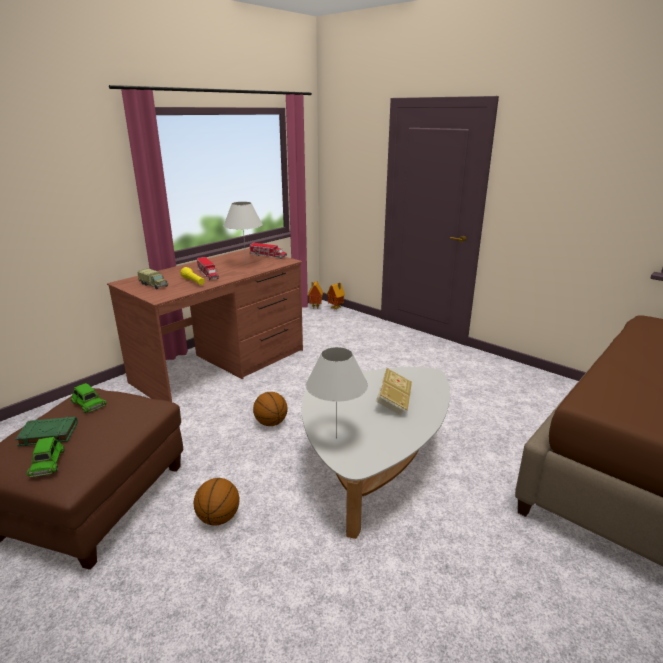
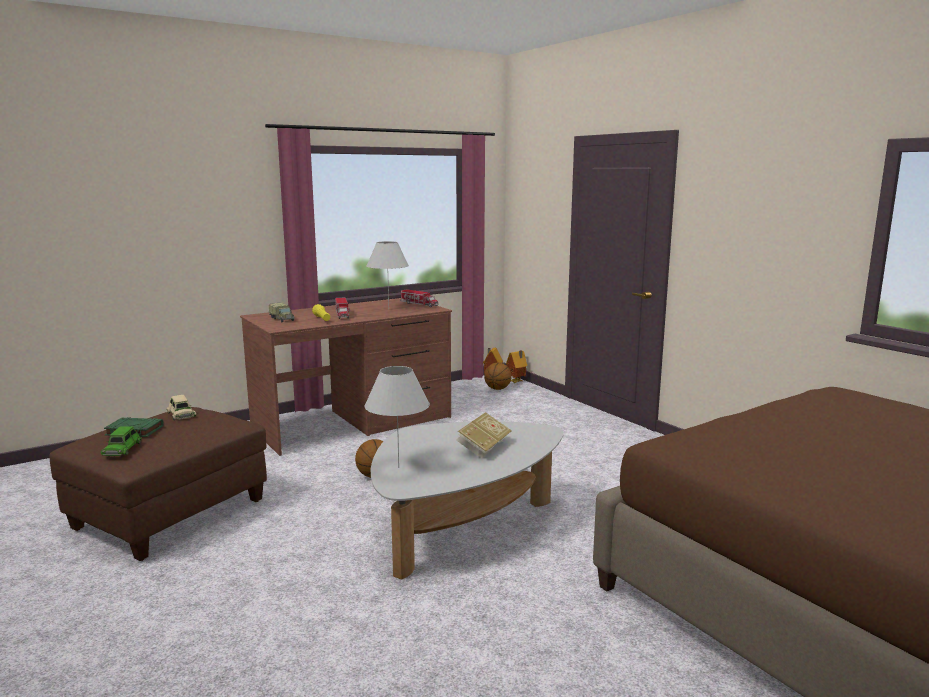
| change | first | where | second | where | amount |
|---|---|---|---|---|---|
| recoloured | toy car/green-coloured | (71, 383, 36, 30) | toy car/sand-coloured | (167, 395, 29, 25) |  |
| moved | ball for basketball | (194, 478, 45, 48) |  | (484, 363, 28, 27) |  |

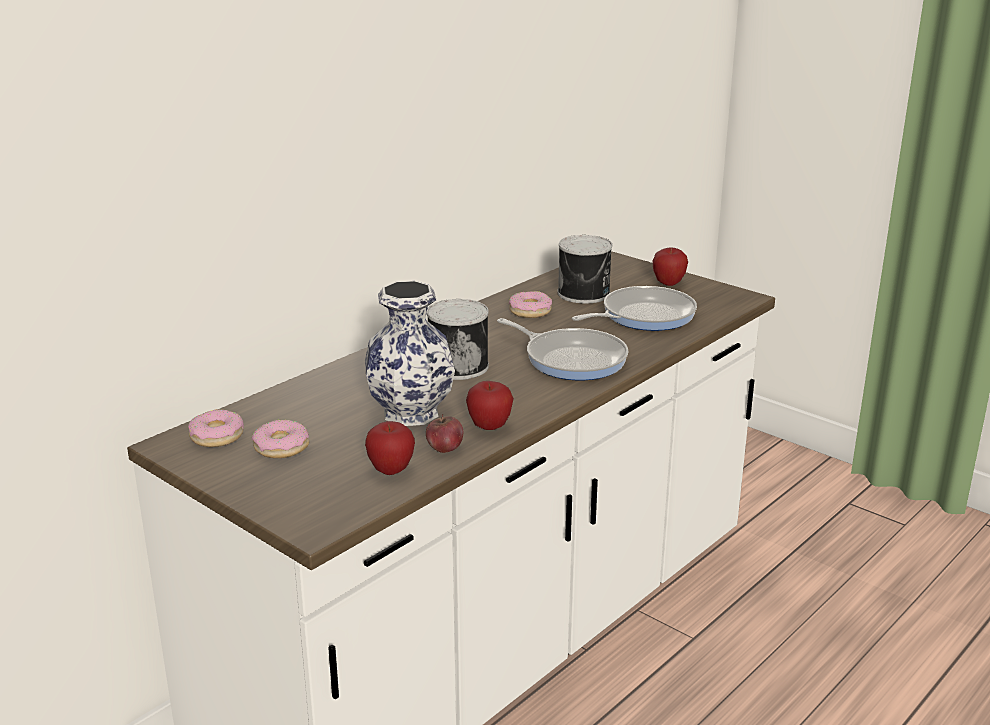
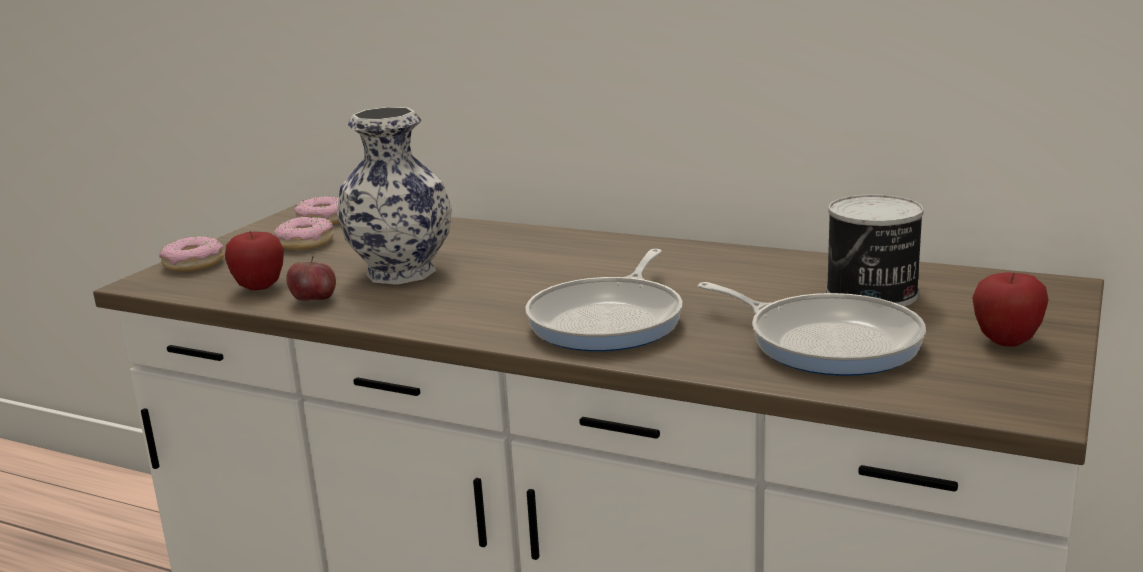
| change | first | where | second | where | amount |
|---|---|---|---|---|---|
| removed | sealed can | (427, 299, 62, 81) |  |  |  |
| removed | apple fruit | (466, 381, 48, 49) |  |  |  |
| moved | donut | (509, 291, 43, 27) |  | (159, 236, 66, 36) |  |

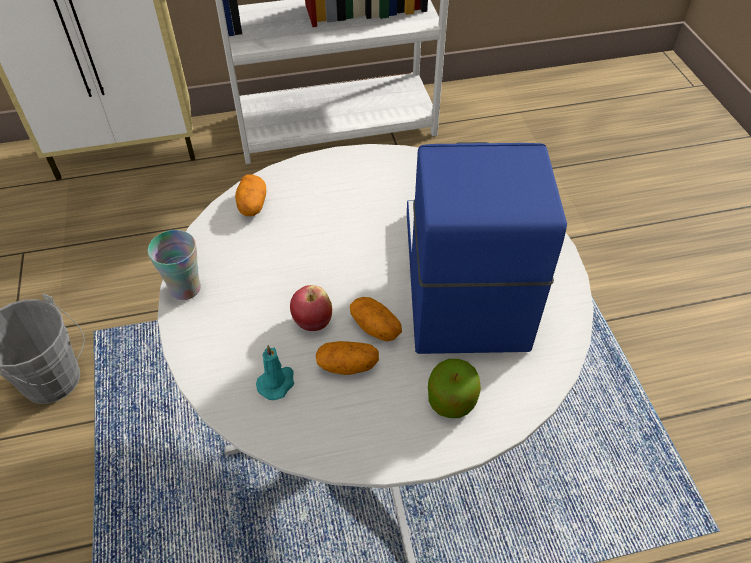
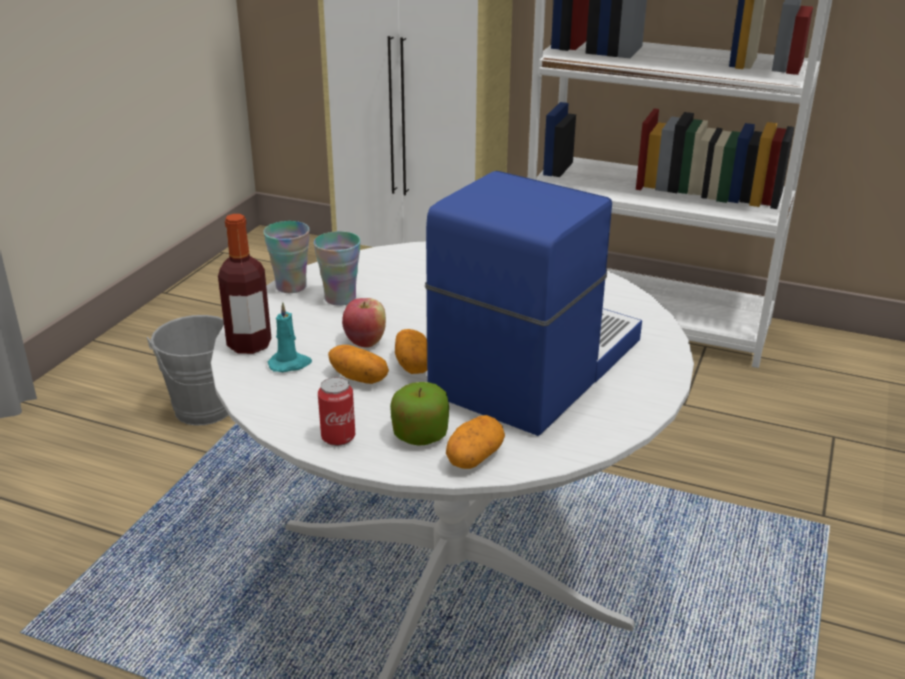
| change | first | where | second | where | amount |
|---|---|---|---|---|---|
| moved | potato | (235, 175, 31, 41) |  | (446, 415, 59, 54) |  |
| added |  |  | drink bottle | (218, 214, 53, 140) |  |
| added |  |  | small cup | (314, 231, 47, 75) |  |
| added |  |  | sealed can | (318, 377, 37, 69) |  |

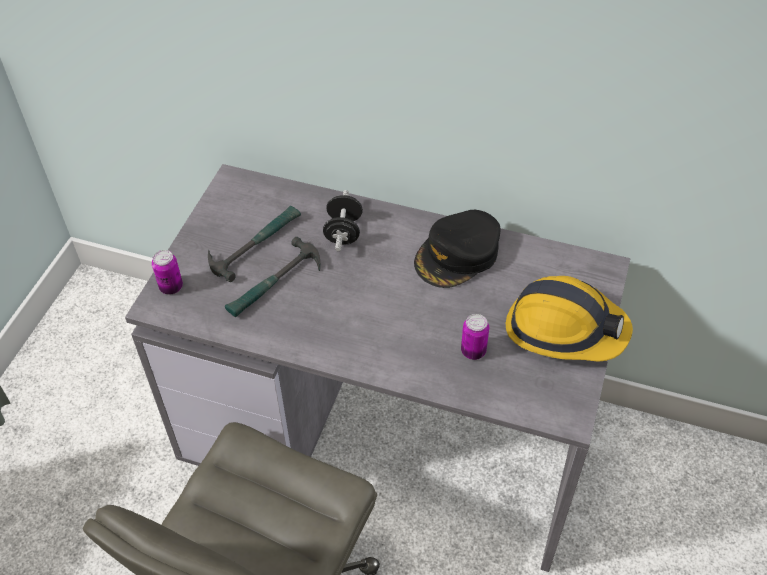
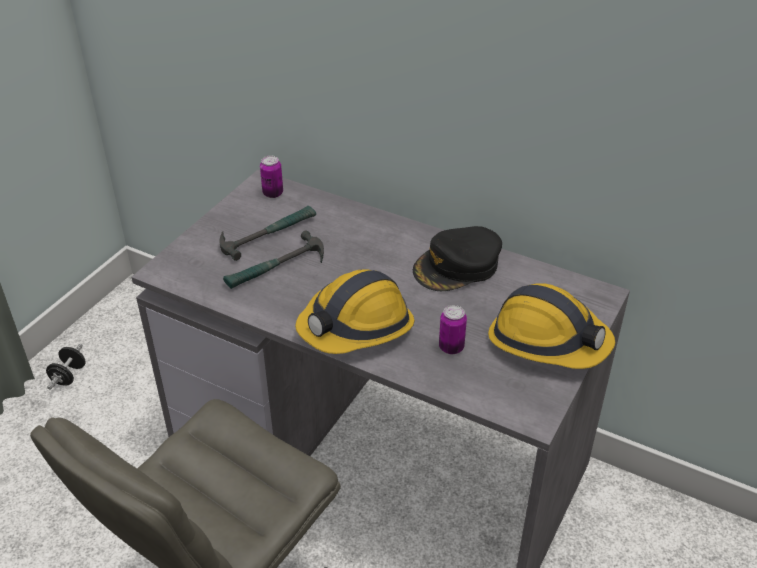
| change | first | where | second | where | amount |
|---|---|---|---|---|---|
| moved | sealed can | (152, 250, 31, 45) |  | (260, 156, 23, 42) |  |
| moved | hand weight/black | (323, 190, 40, 61) |  | (46, 344, 40, 46) |  |
| added |  |  | hard hat | (295, 269, 120, 85) |  |

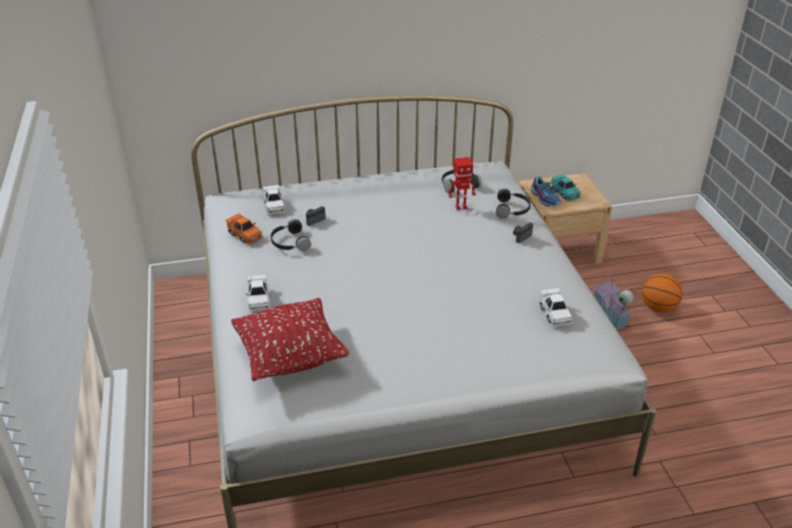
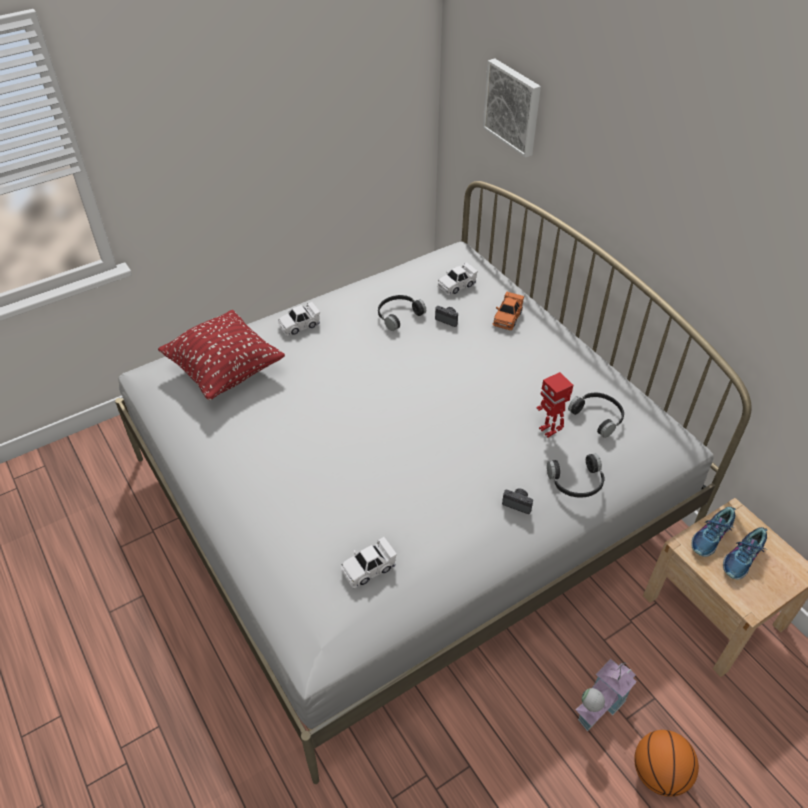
| change | first | where | second | where | amount |
|---|---|---|---|---|---|
| moved | toy car/orangey | (226, 213, 37, 32) |  | (493, 292, 31, 38) |  |
| replaced | toy car/blue-green | (551, 174, 29, 27) | item of footwear | (723, 527, 44, 53) |  |
| added |  |  | wall art | (483, 58, 58, 100) |  |

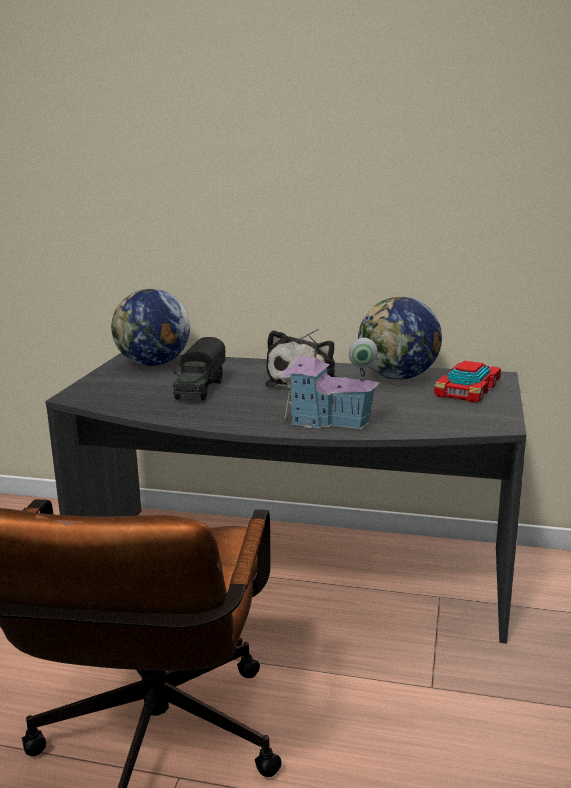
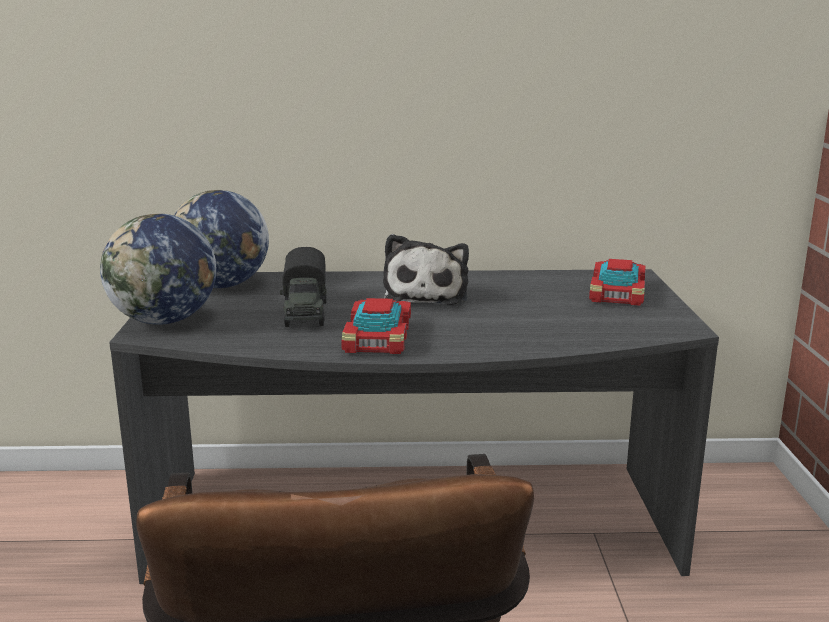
| change | first | where | second | where | amount |
|---|---|---|---|---|---|
| removed | miniature house | (280, 329, 100, 100) |  |  |  |
| moved | world globe | (358, 297, 84, 83) |  | (100, 213, 116, 112) |  |
| added |  |  | toy car | (341, 298, 70, 56) |  |

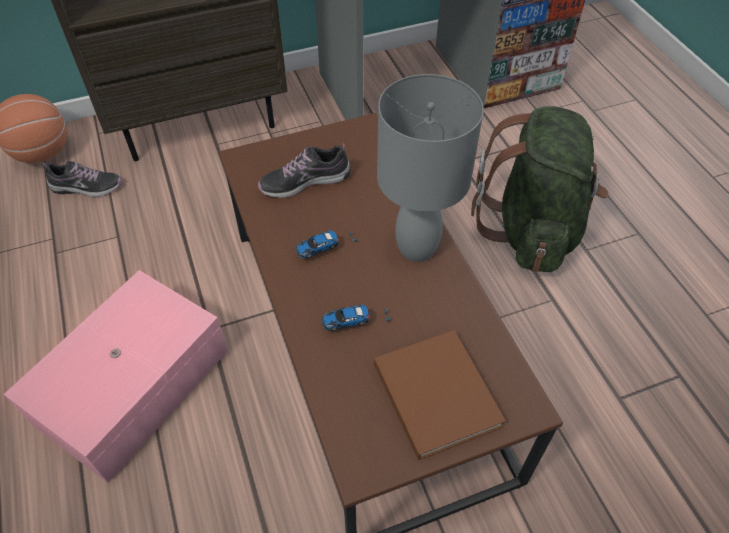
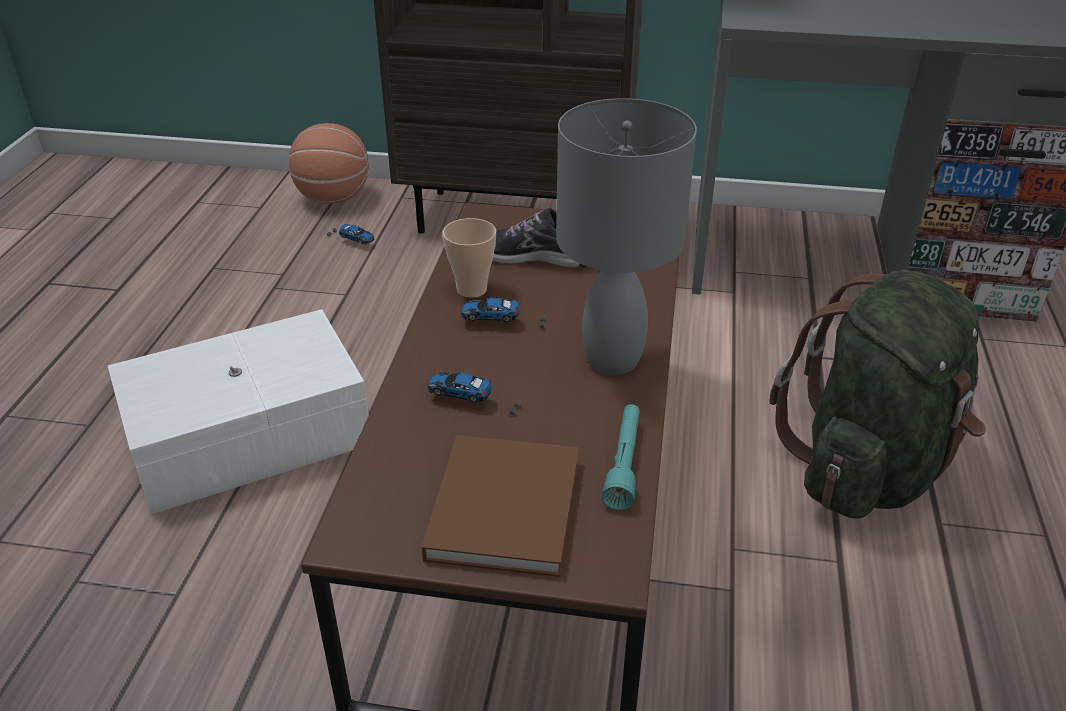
| change | first | where | second | where | amount |
|---|---|---|---|---|---|
| recoloured | storage bin/pinkish | (4, 270, 224, 213) | storage bin/white | (108, 309, 261, 205) |  |
| replaced | item of footwear | (43, 161, 79, 36) | toy car | (327, 224, 47, 20) |  |
| added |  |  | small cup | (442, 218, 54, 80) |  |
| added |  |  | hand torch/blue-green | (602, 404, 38, 106) |  |

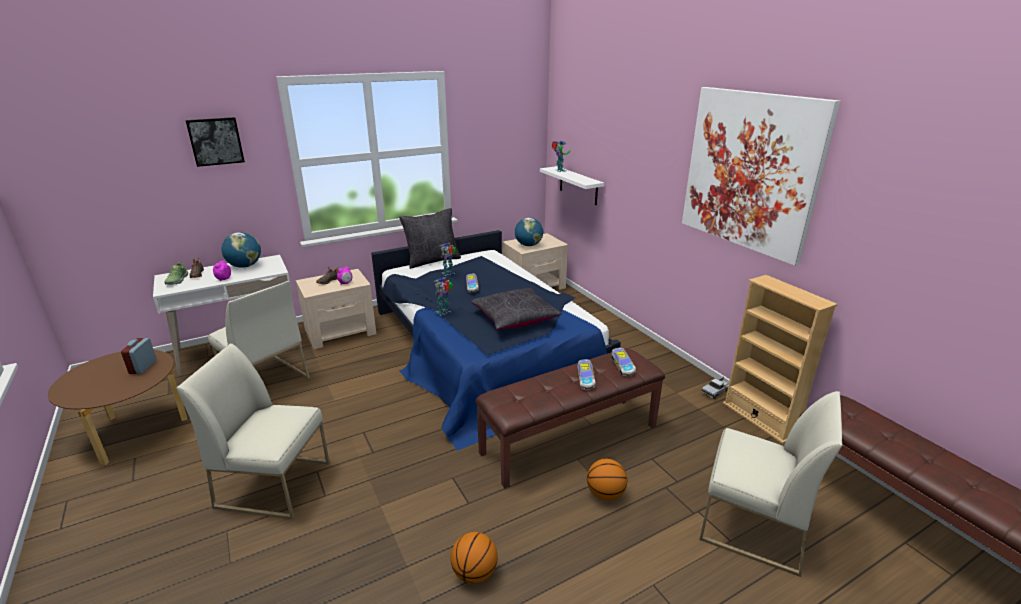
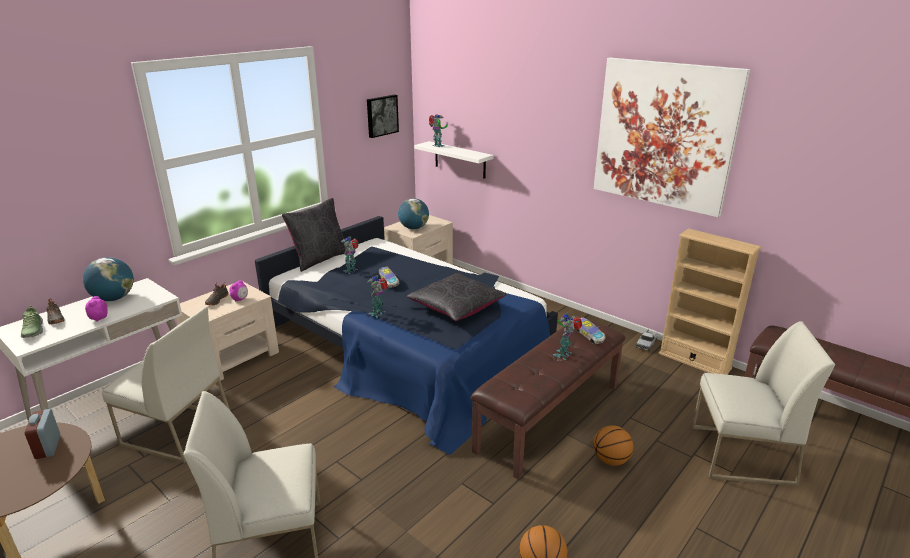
| change | first | where | second | where | amount |
|---|---|---|---|---|---|
| moved | wall art | (186, 117, 59, 50) |  | (367, 95, 32, 43) |  |
| replaced | toy car | (577, 359, 19, 31) | robot figure | (553, 313, 29, 47) |  |

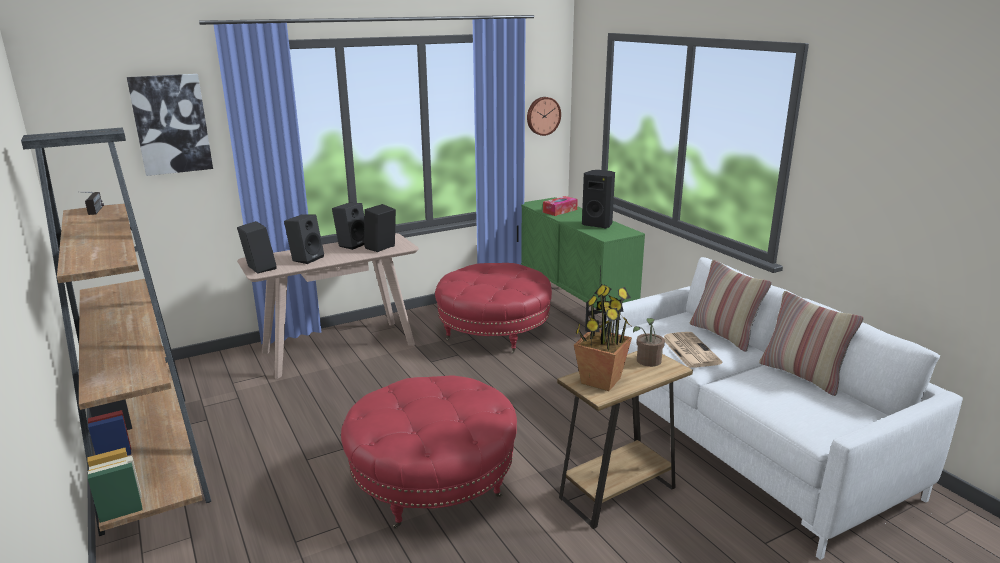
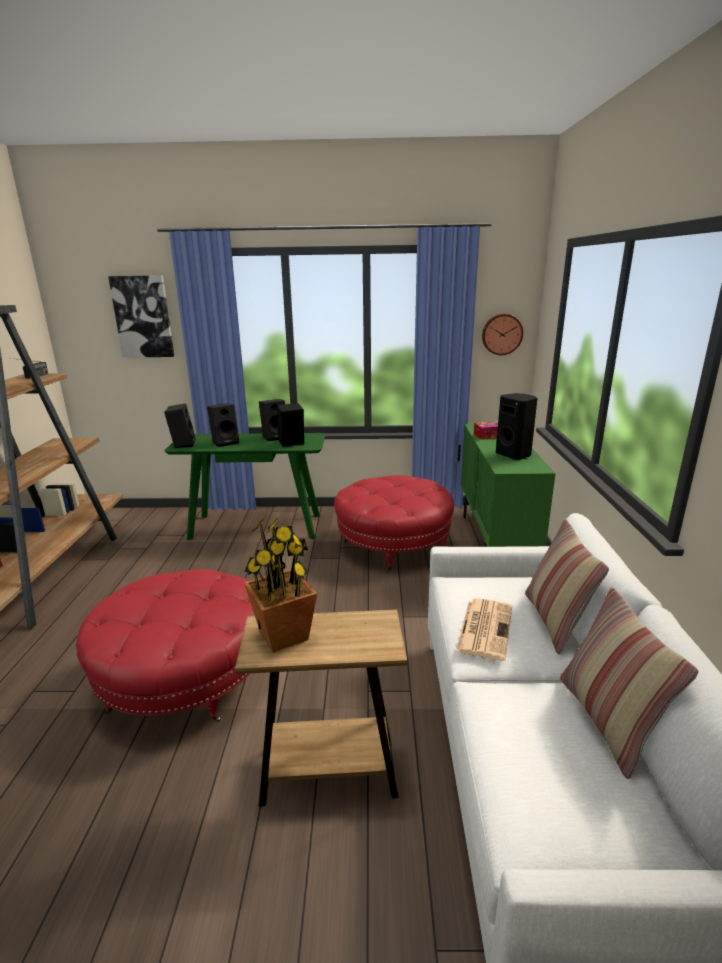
| change | first | where | second | where | amount |
|---|---|---|---|---|---|
| recoloured | hall table/sand-coloured | (237, 233, 182, 146) | hall table/green-coloured | (164, 433, 161, 107) |  |
| removed | plant in a pot | (633, 318, 32, 49) |  |  |  |

